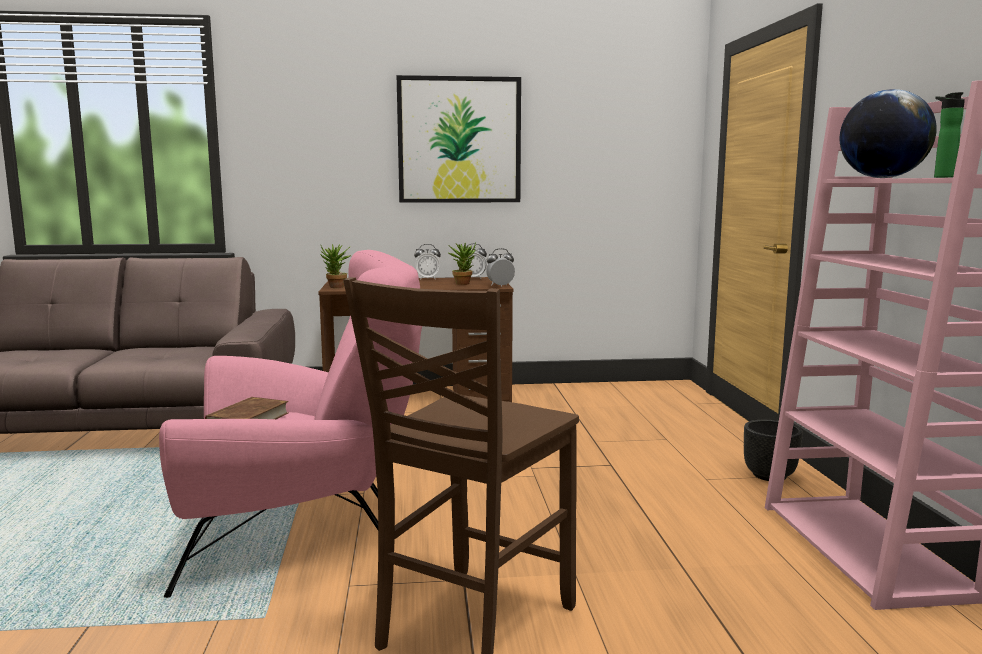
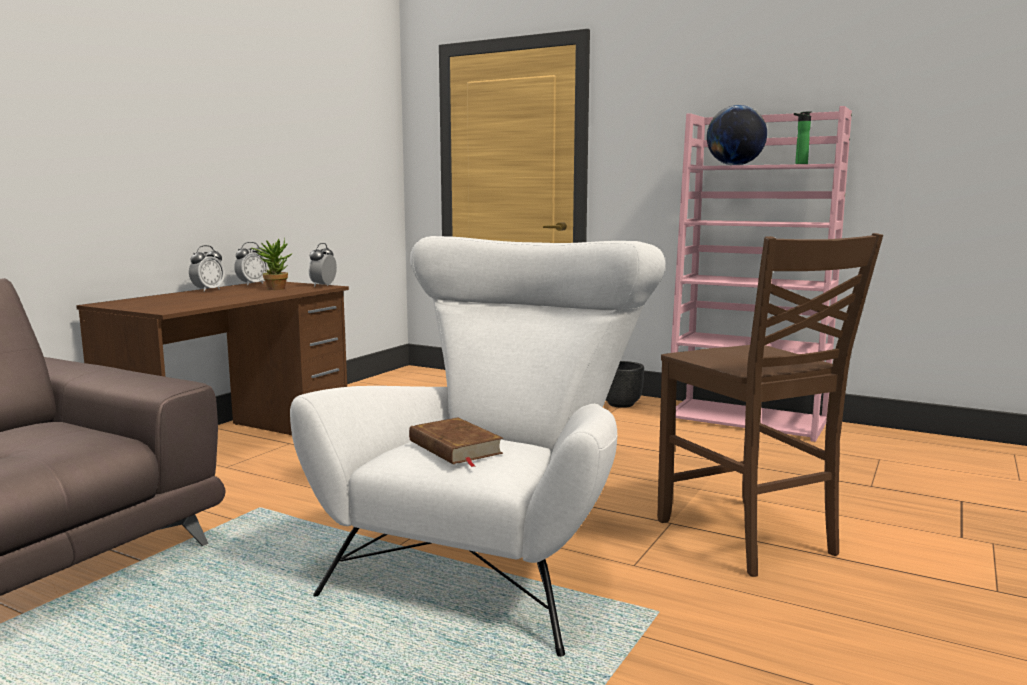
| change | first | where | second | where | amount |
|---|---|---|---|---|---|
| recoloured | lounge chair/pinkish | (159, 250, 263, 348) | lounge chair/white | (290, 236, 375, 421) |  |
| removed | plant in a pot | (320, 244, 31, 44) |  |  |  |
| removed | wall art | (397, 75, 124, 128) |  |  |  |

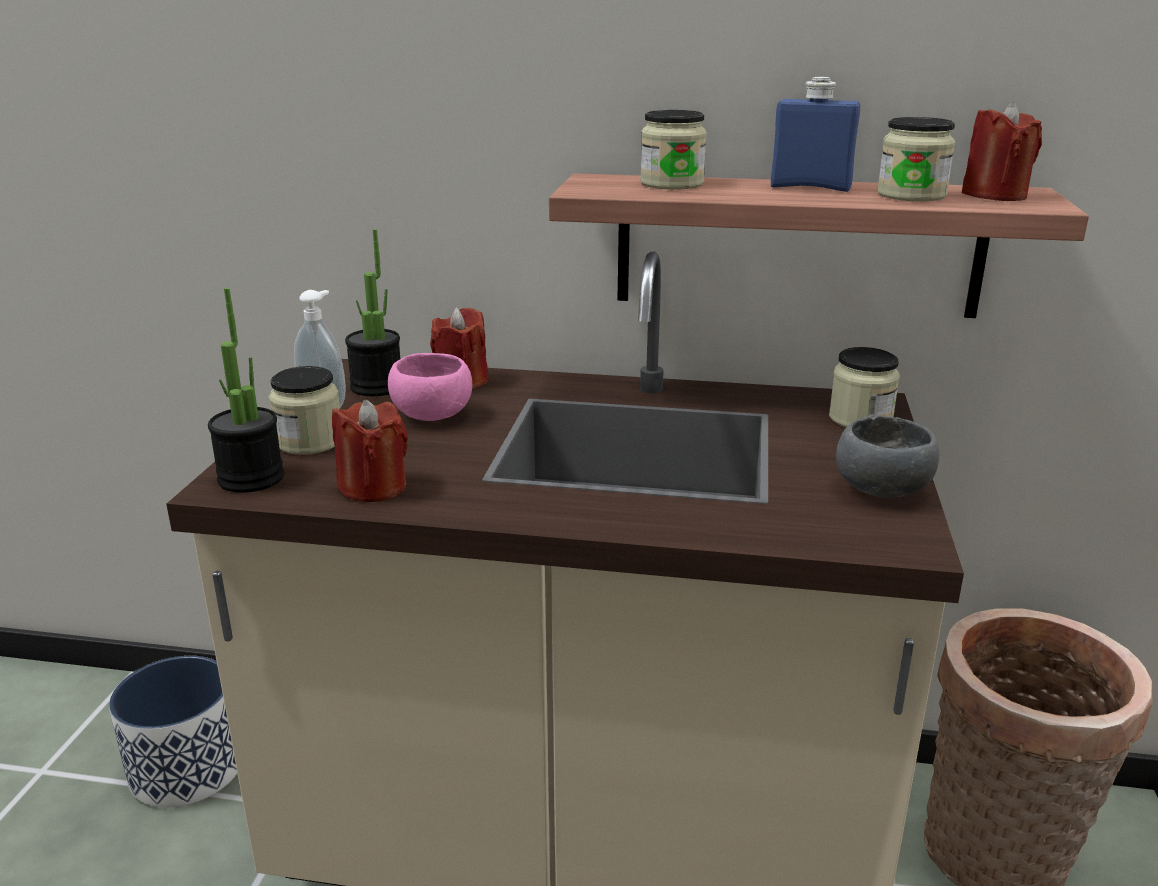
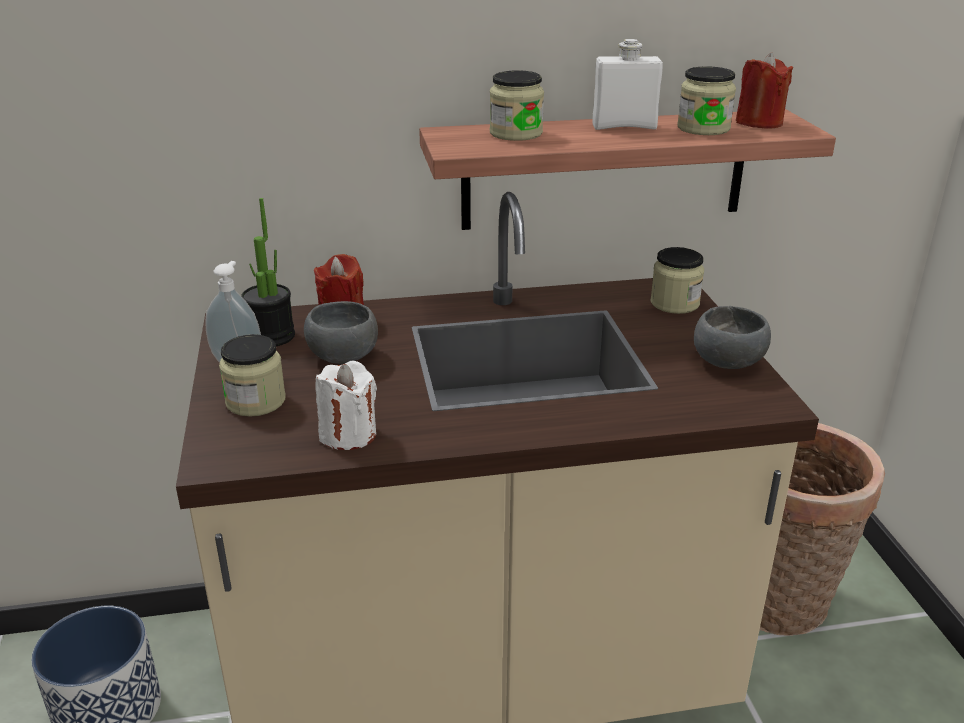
| change | first | where | second | where | amount |
|---|---|---|---|---|---|
| removed | plant in a pot | (208, 288, 76, 205) |  |  |  |
| recoloured | wax light/red | (332, 400, 76, 102) | wax light/white | (316, 361, 61, 89) |  |
| recoloured | bowl/pinkish | (388, 353, 84, 68) | bowl/gray | (304, 301, 74, 63) |  |
| recoloured | drink bottle/blue-coloured | (771, 77, 89, 115) | drink bottle/white | (592, 39, 71, 91) |  |

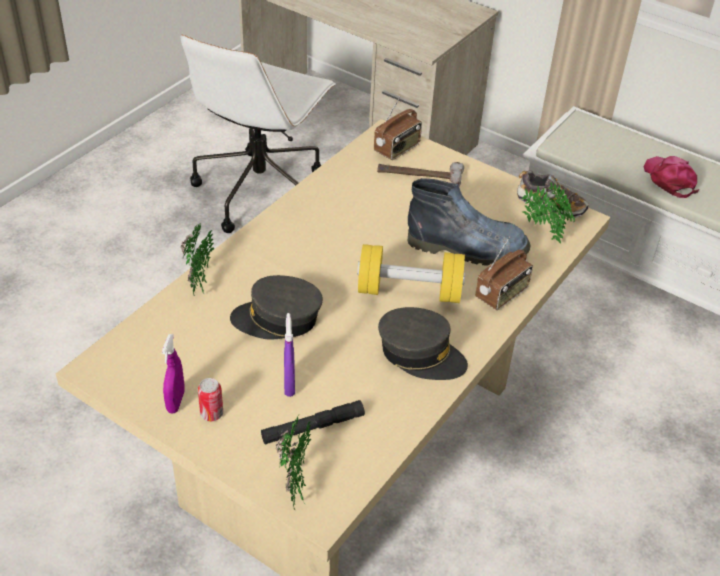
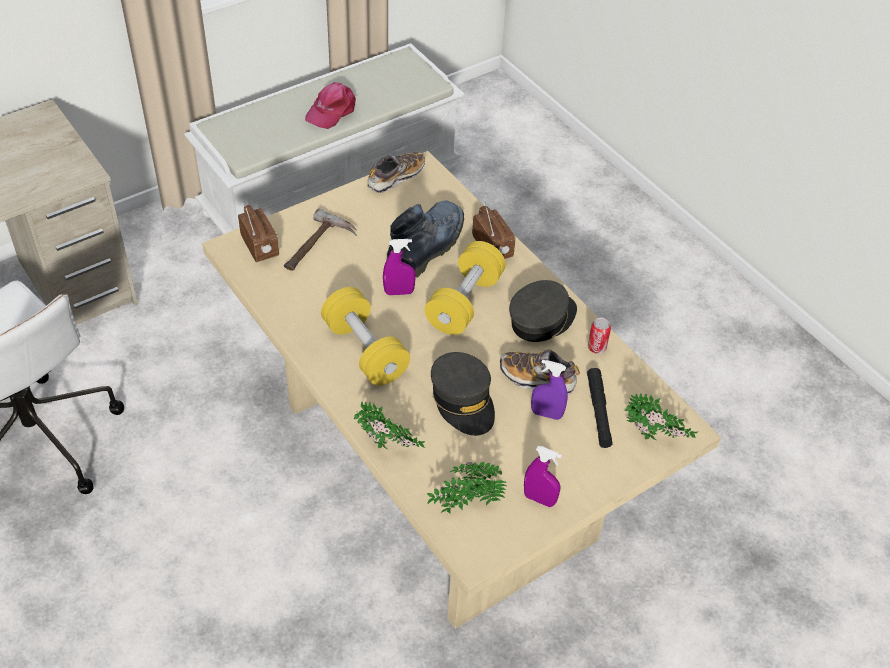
| change | first | where | second | where | amount |
|---|---|---|---|---|---|
| moved | sealed can | (198, 378, 25, 43) |  | (588, 318, 23, 36) |  |
| turned | baseball cap/gray | (230, 275, 93, 65) |  | (431, 352, 64, 84) | 45 degrees counterclockwise |
| moved | plant in a pot | (521, 181, 54, 63) |  | (427, 462, 79, 52) |  |
| turned | baseball cap/pinkish | (643, 156, 56, 42) |  | (305, 82, 51, 47) | 60 degrees counterclockwise |
| added |  |  | hand weight/yellow | (321, 287, 89, 98) |  |
| added |  |  | hand sprayer/purplish | (383, 239, 33, 56) |  |
| added |  |  | item of footwear | (500, 349, 80, 45) |  |

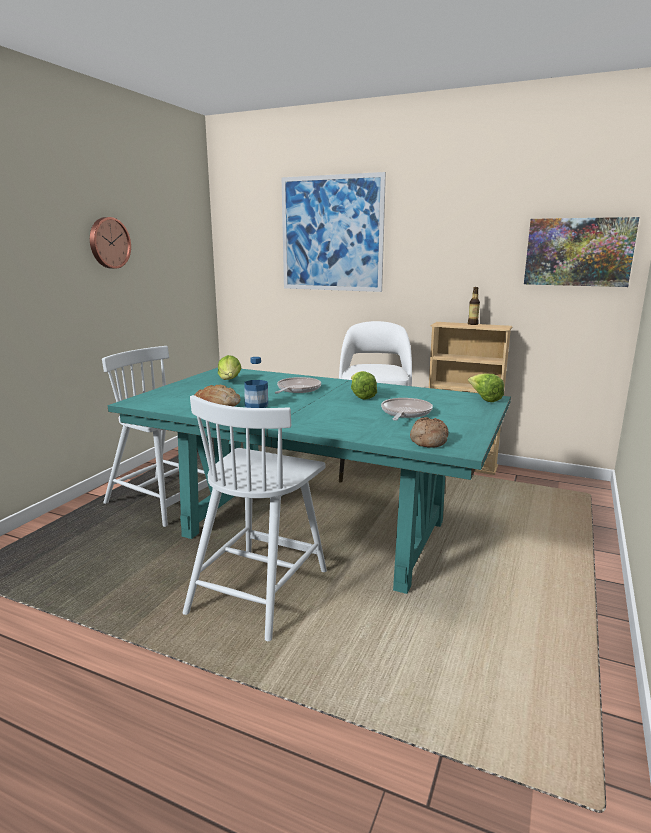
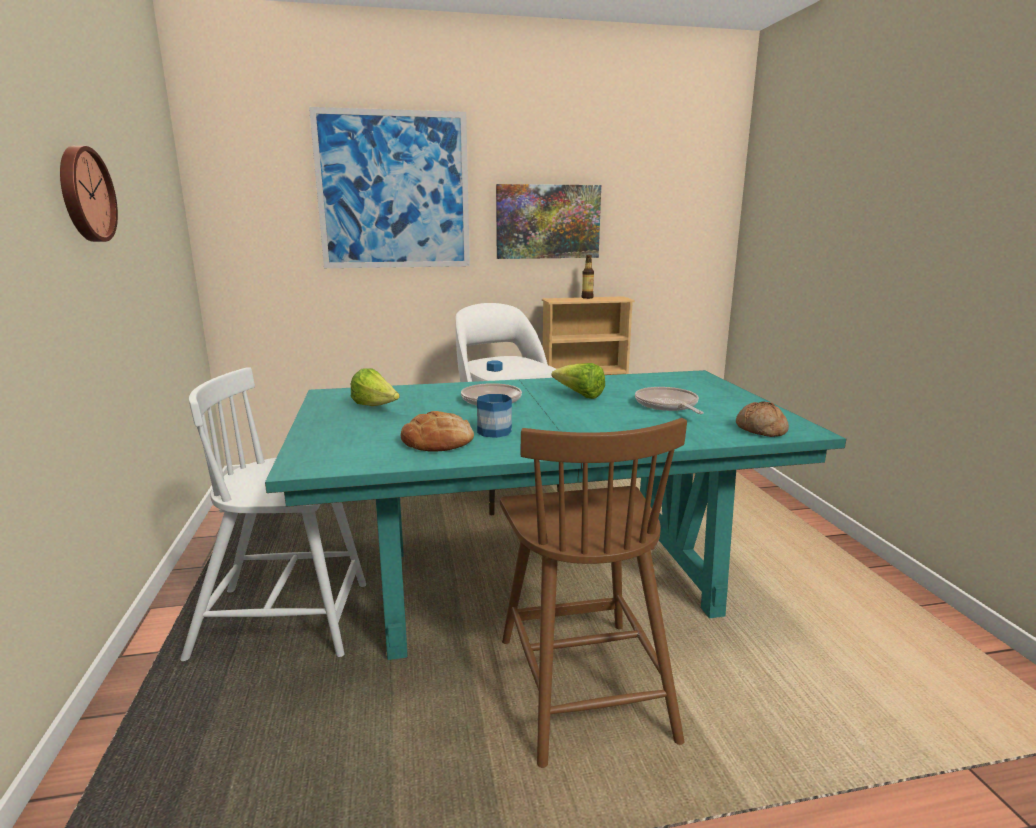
| change | first | where | second | where | amount |
|---|---|---|---|---|---|
| recoloured | upright chair/white | (183, 395, 144, 246) | upright chair/brown-coloured | (500, 418, 187, 350) |  |
| removed | lettuce | (468, 373, 36, 29) |  |  |  |
| moved | wall art | (524, 217, 115, 70) |  | (496, 184, 105, 75) |  |

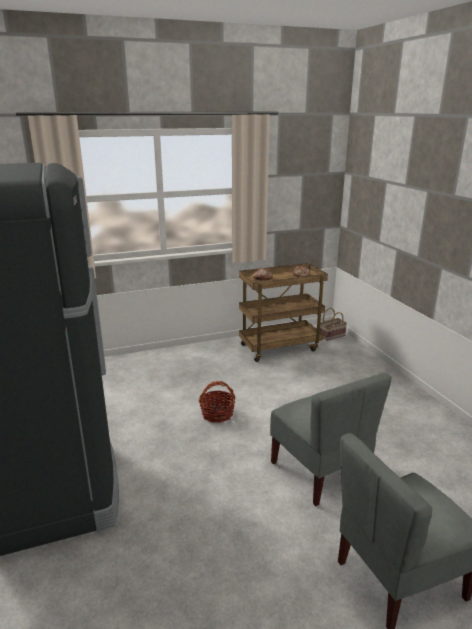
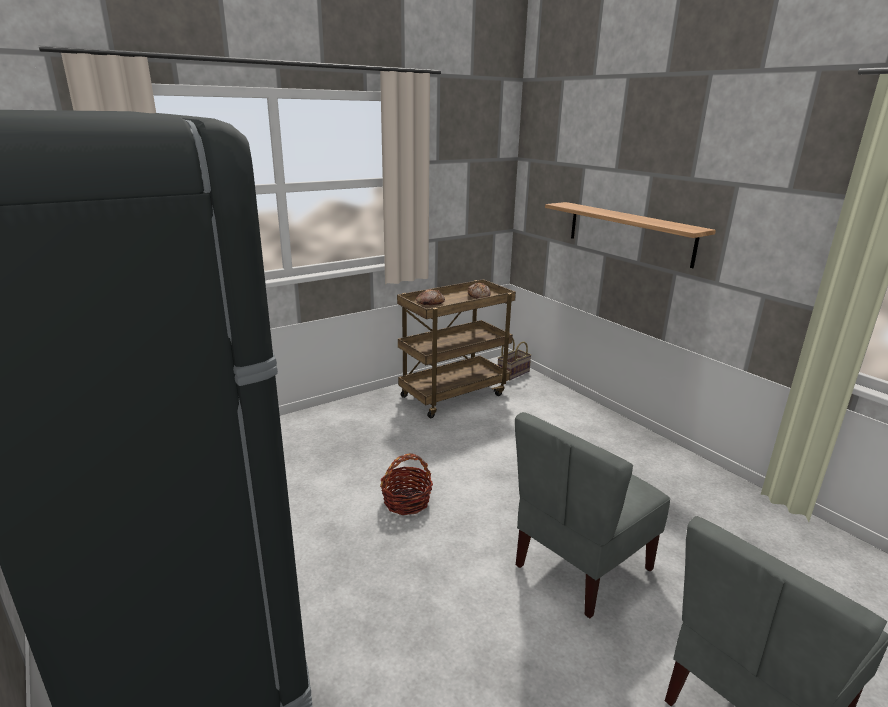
| change | first | where | second | where | amount |
|---|---|---|---|---|---|
| turned | upright chair/gray | (270, 373, 122, 133) |  | (515, 412, 155, 206) | 90 degrees clockwise |
| added |  |  | wall shelf | (545, 202, 171, 66) |  |

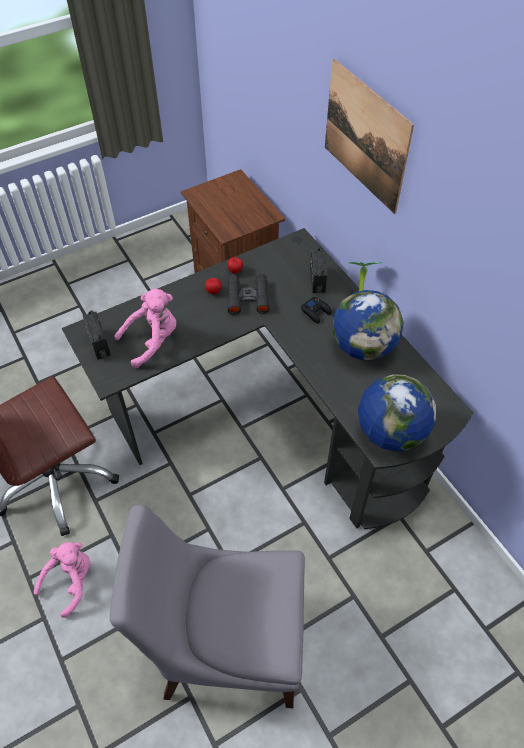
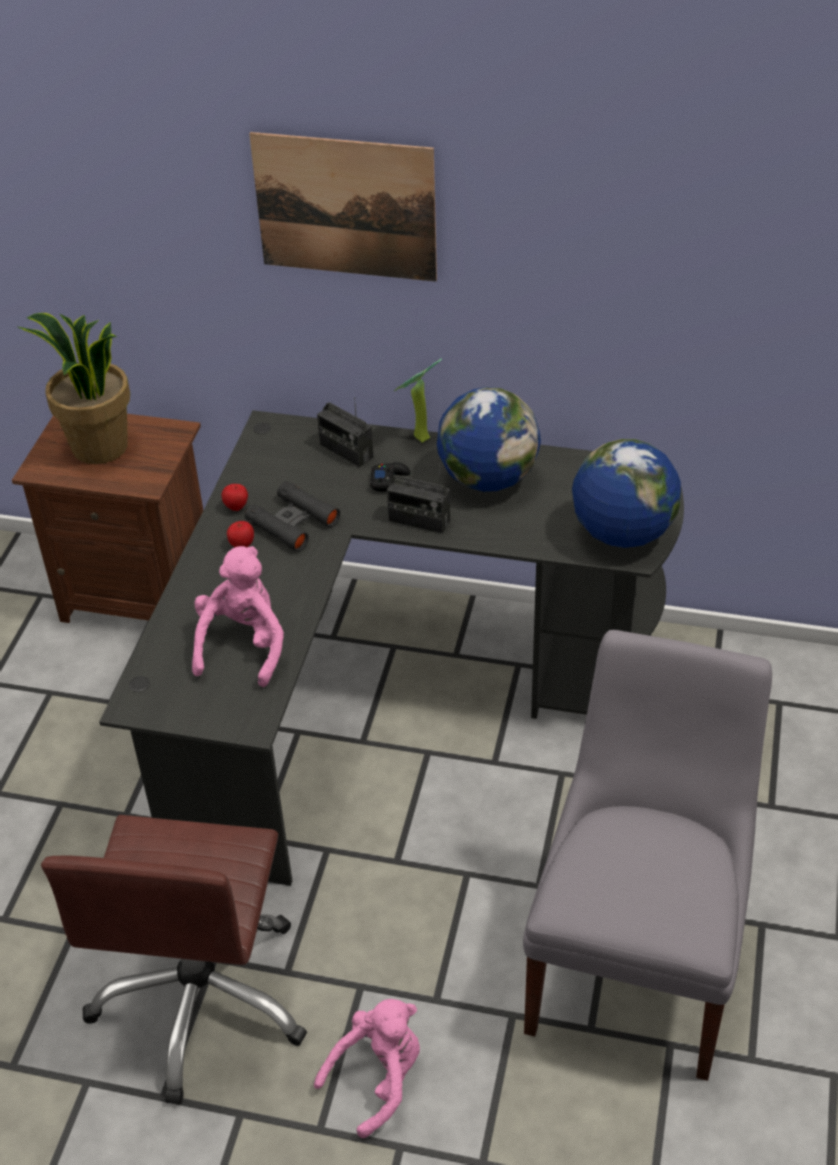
| change | first | where | second | where | amount |
|---|---|---|---|---|---|
| turned | plush toy/pinkish | (34, 542, 56, 76) |  | (314, 999, 106, 139) | 60 degrees clockwise |
| moved | radio | (82, 311, 29, 49) |  | (387, 463, 63, 71) |  |
| turned | upright chair/gray | (110, 505, 195, 203) |  | (523, 630, 249, 451) | 150 degrees clockwise |
| added |  |  | plant in a pot | (18, 313, 112, 151) |  |

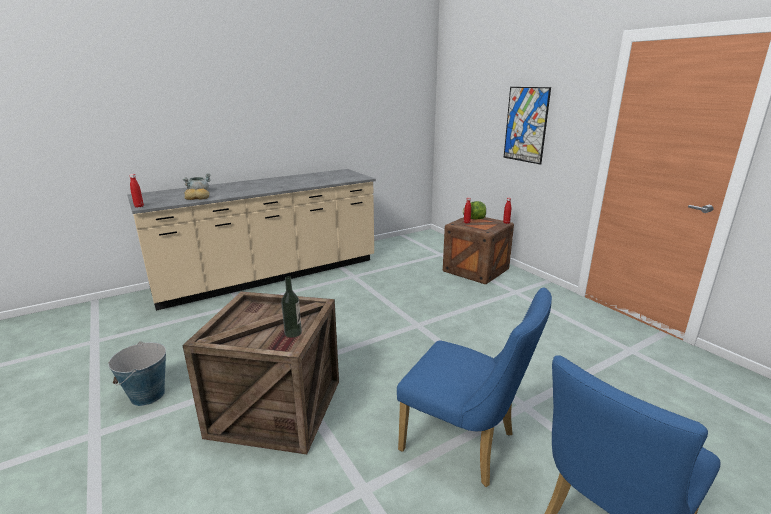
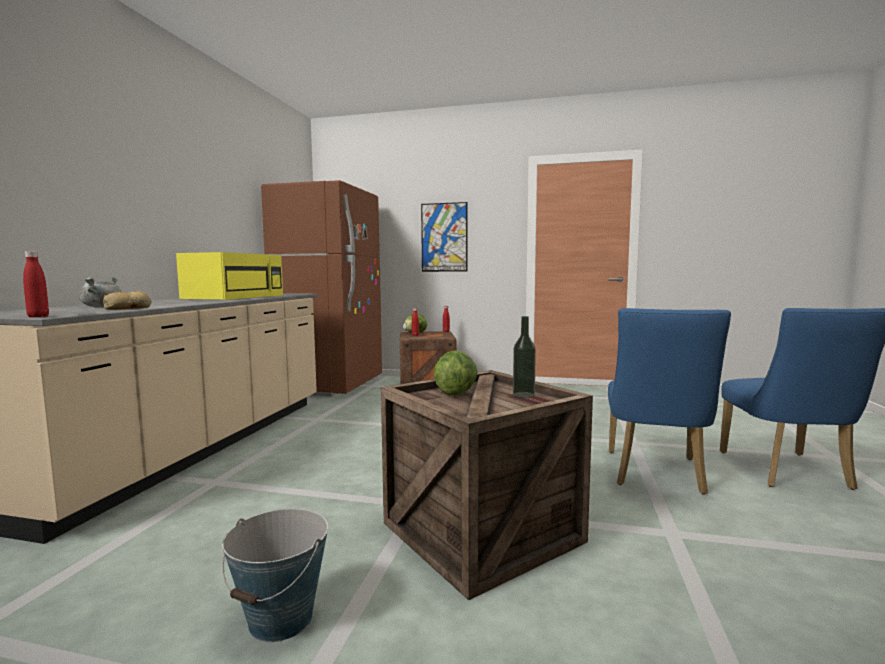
| change | first | where | second | where | amount |
|---|---|---|---|---|---|
| turned | upright chair/blue-coloured | (397, 288, 155, 199) |  | (608, 308, 123, 187) | 120 degrees clockwise |
| added |  |  | microwave/yellow | (176, 252, 107, 48) |  |
| added |  |  | fridge/brown-coloured | (261, 180, 121, 217) |  |
| added |  |  | lettuce | (434, 350, 43, 46) |  |

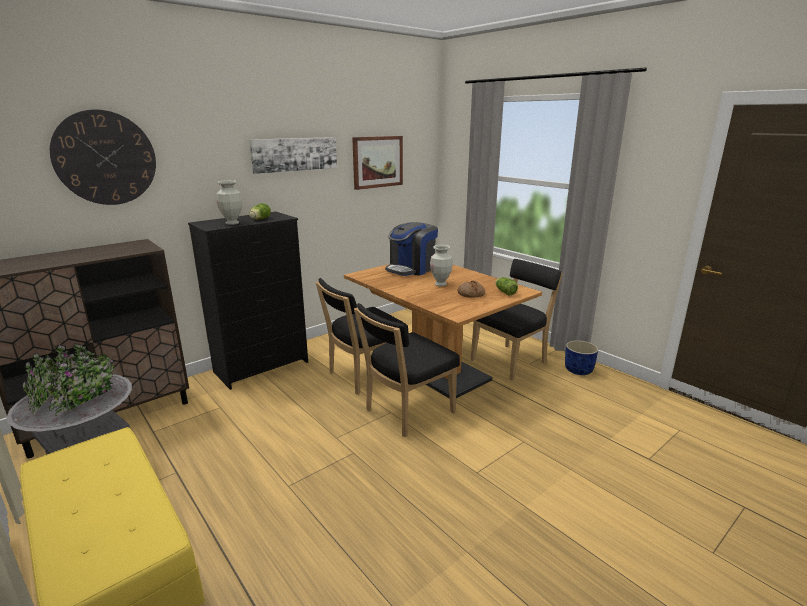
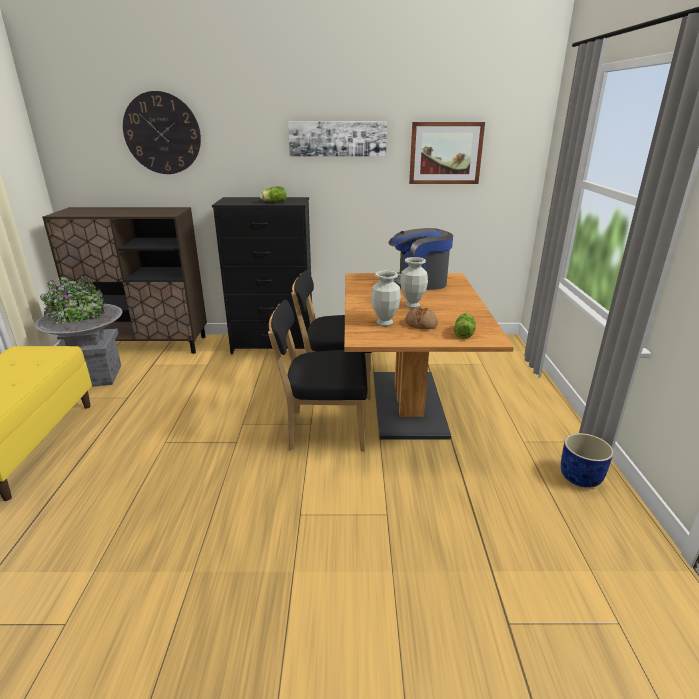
| change | first | where | second | where | amount |
|---|---|---|---|---|---|
| moved | decorative vase | (217, 180, 25, 45) |  | (371, 271, 30, 55) |  |
| removed | upright chair/black | (471, 259, 92, 122) |  |  |  |

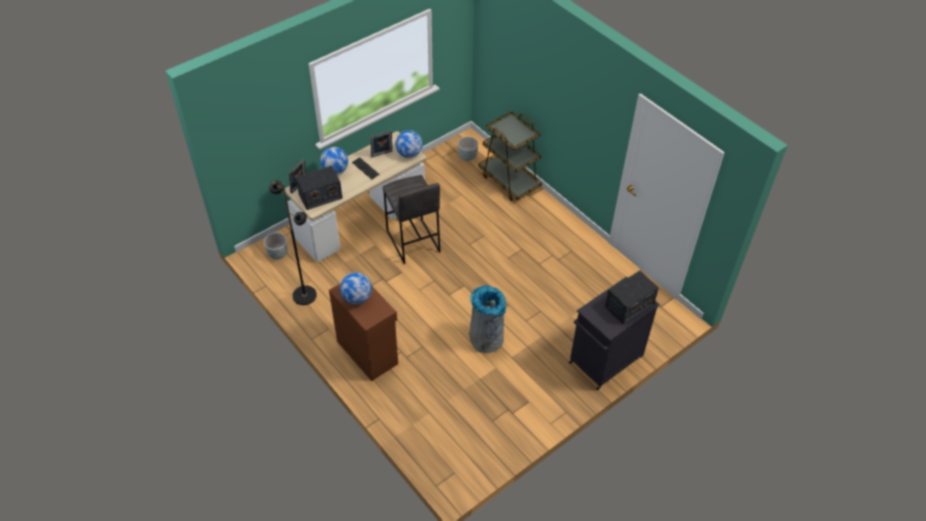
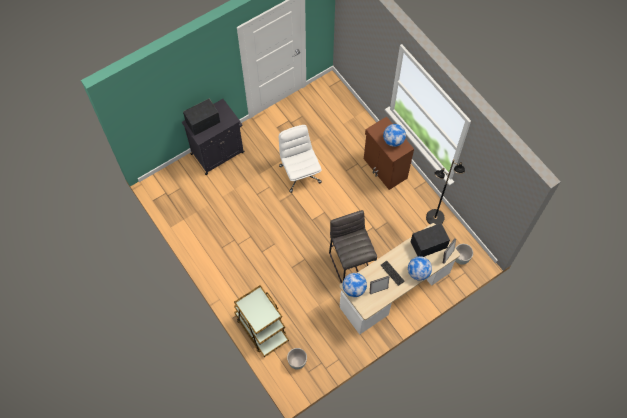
| change | first | where | second | where | amount |
|---|---|---|---|---|---|
| replaced | trash can/gray | (469, 285, 37, 68) | computer chair/white | (279, 125, 43, 68) |  |

